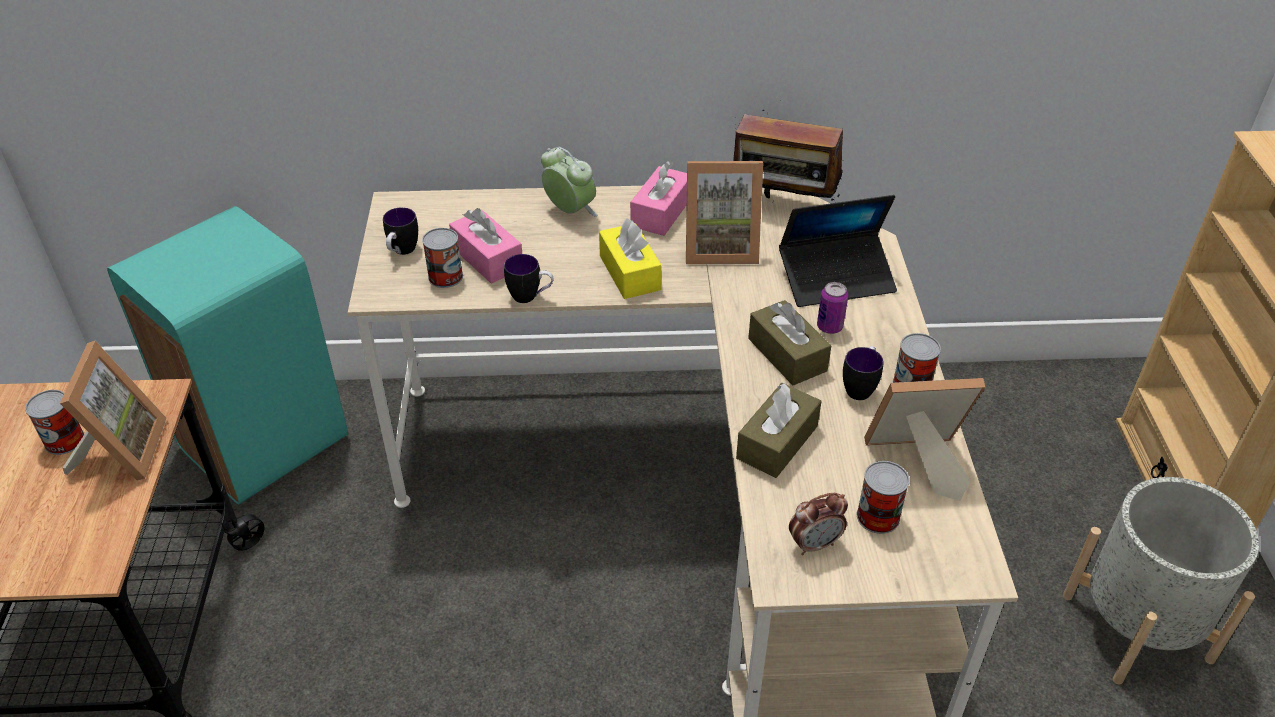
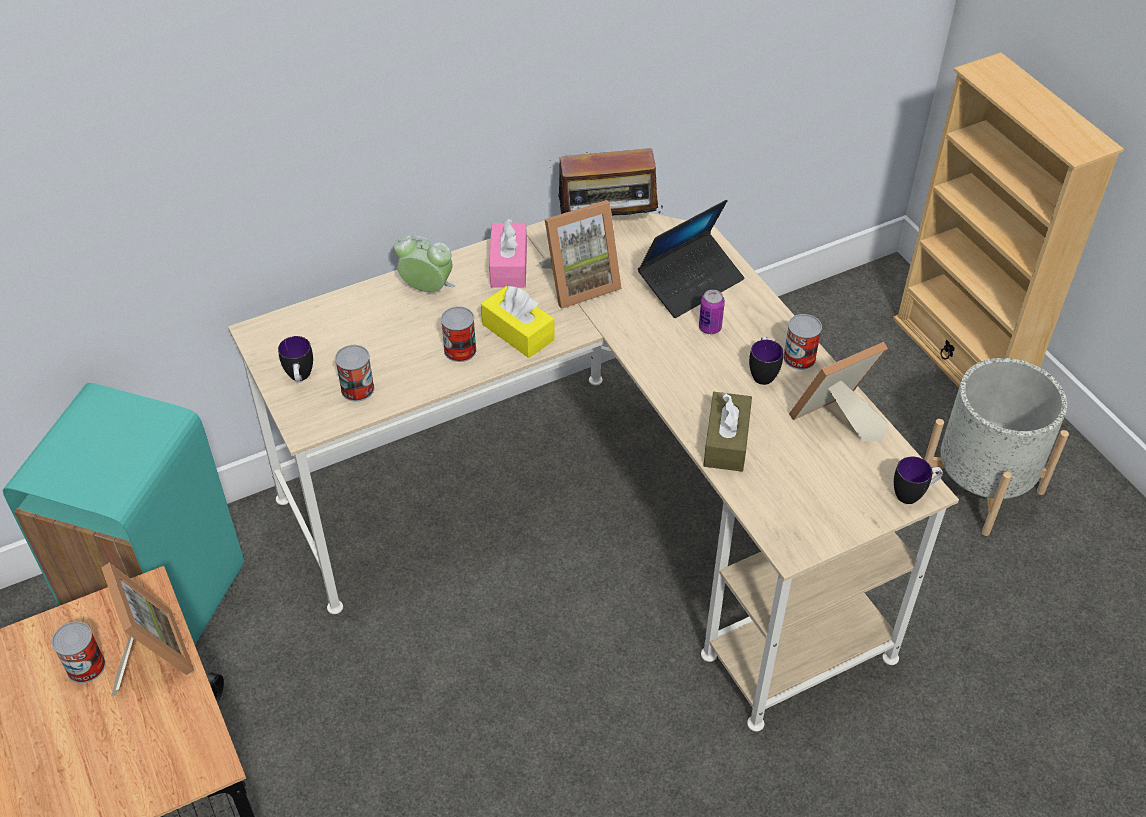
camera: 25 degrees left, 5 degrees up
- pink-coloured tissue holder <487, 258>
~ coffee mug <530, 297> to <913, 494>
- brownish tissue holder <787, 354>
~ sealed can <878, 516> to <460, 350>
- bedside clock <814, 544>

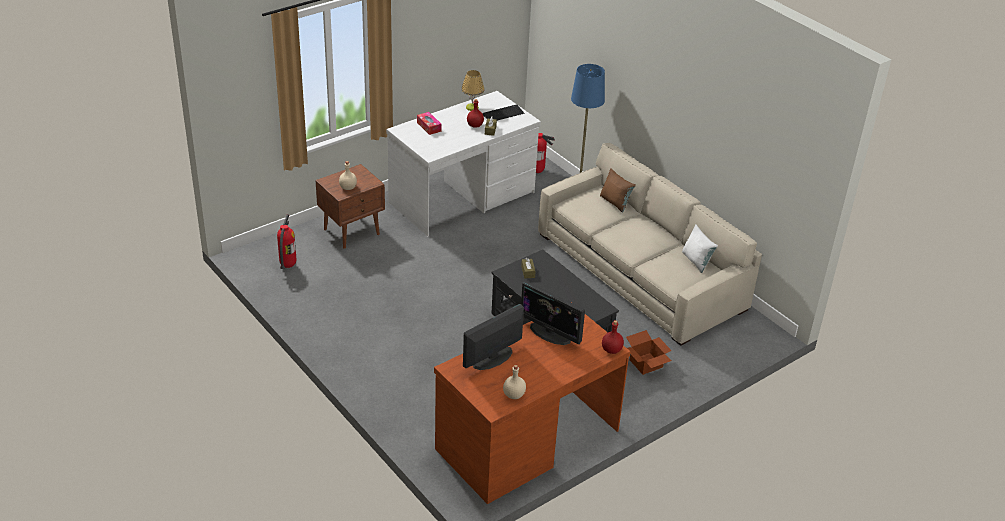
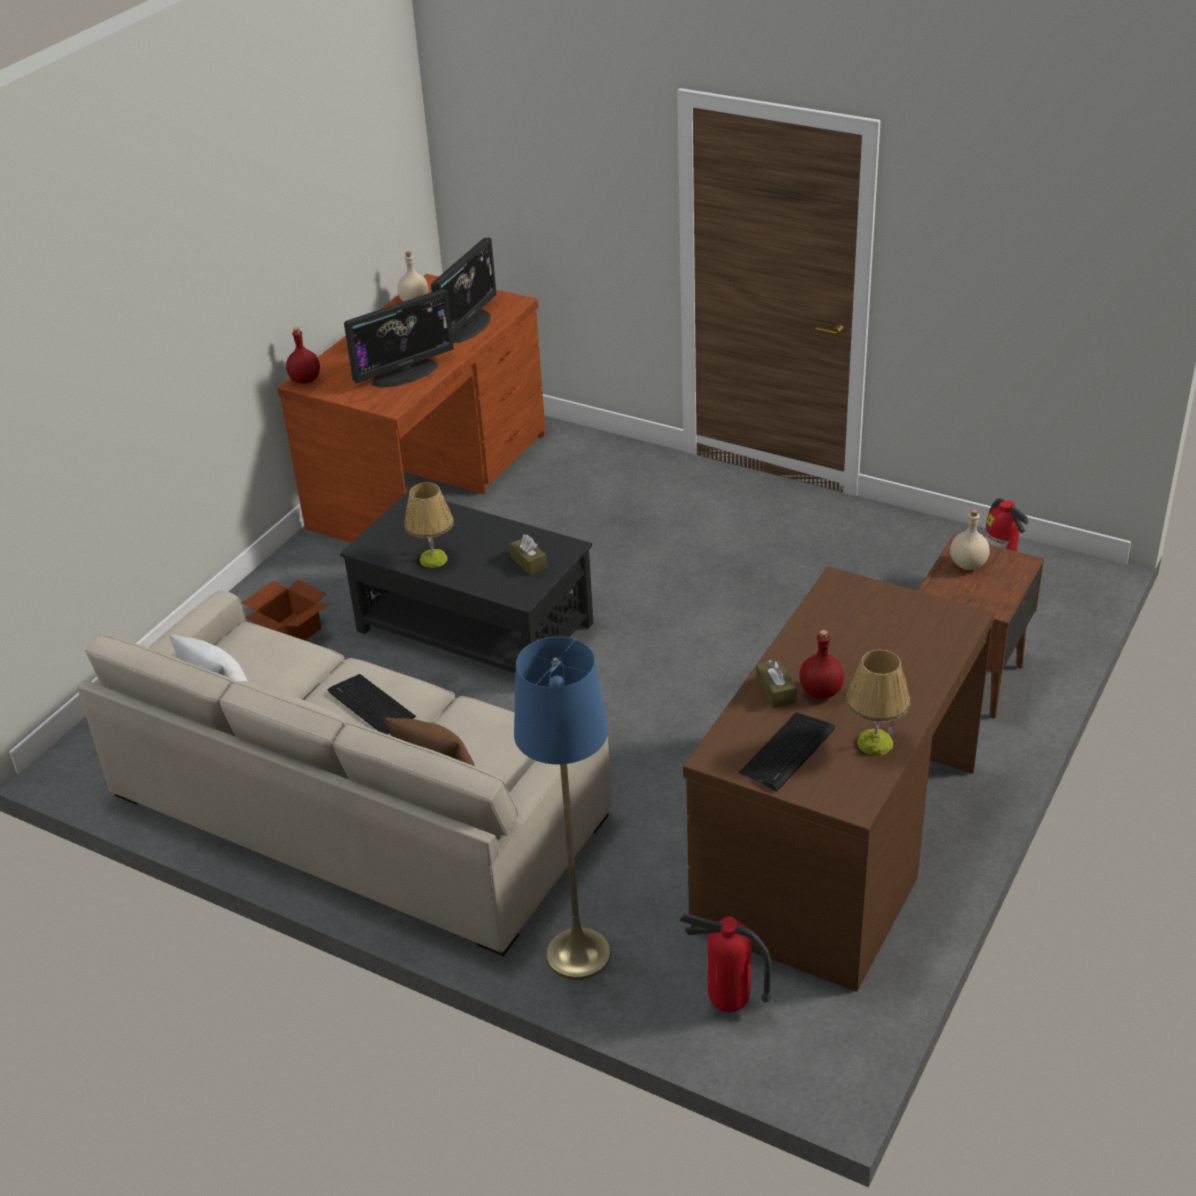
camera: 160 degrees right, 0 degrees up
~ white desk unit <463, 198> to brownish desk unit <835, 846>
- tissue holder <429, 127>
~ computer display <550, 333> = <404, 373> 135 degrees clockwise
+ tabletop lamp <433, 559>
+ keyboard <371, 705>

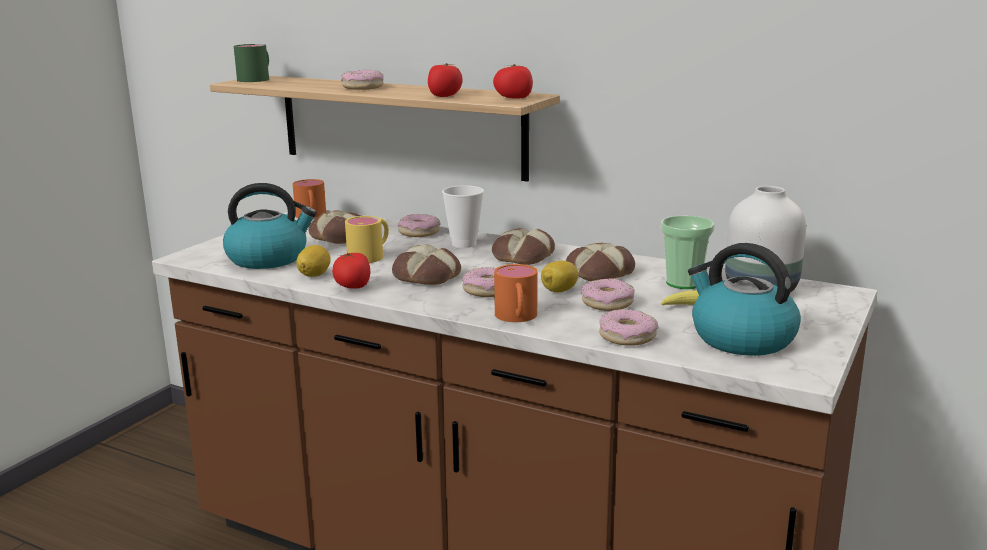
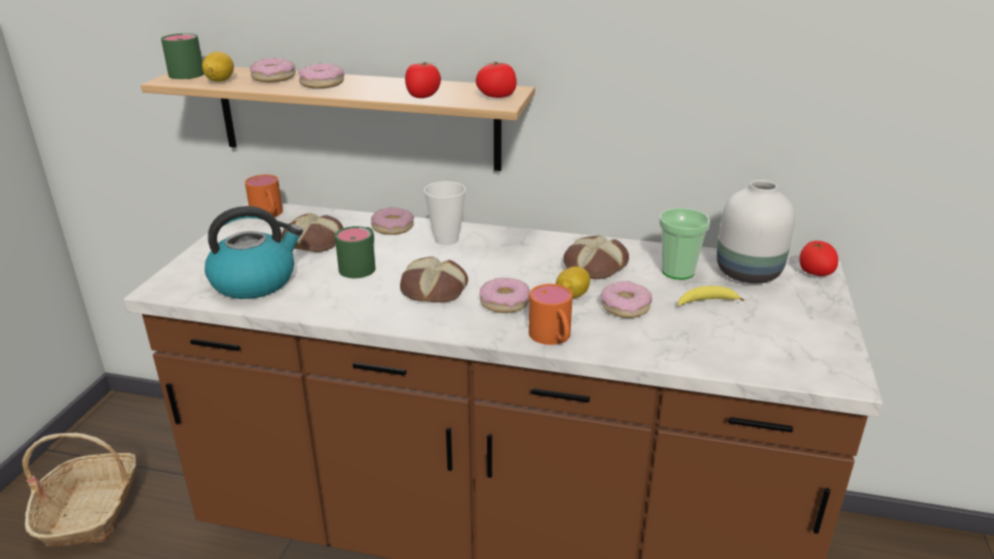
camera: 15 degrees left, 10 degrees up
~ yellow coffee mug <371, 255> to green coffee mug <361, 265>
- bread <522, 256>
- tea kettle <740, 338>
~ whole lemon <314, 275> to <220, 80>
~ whole tomato <353, 287> to <815, 273>
~ donut <627, 336> to <273, 77>
+ storage basket <91, 510>

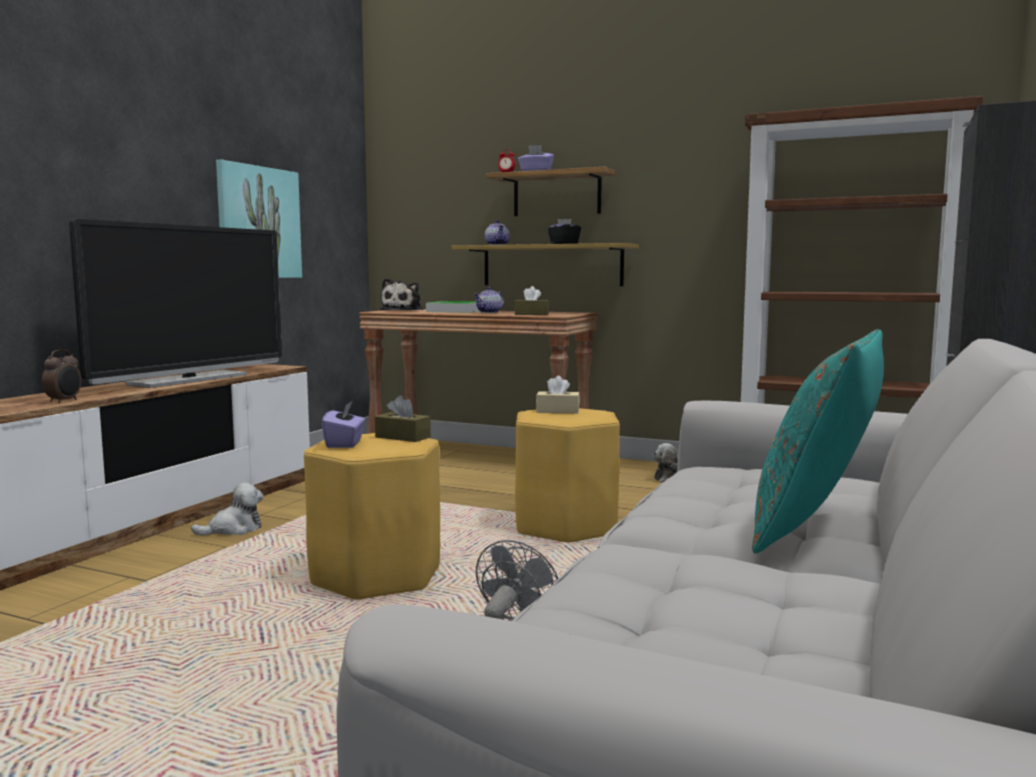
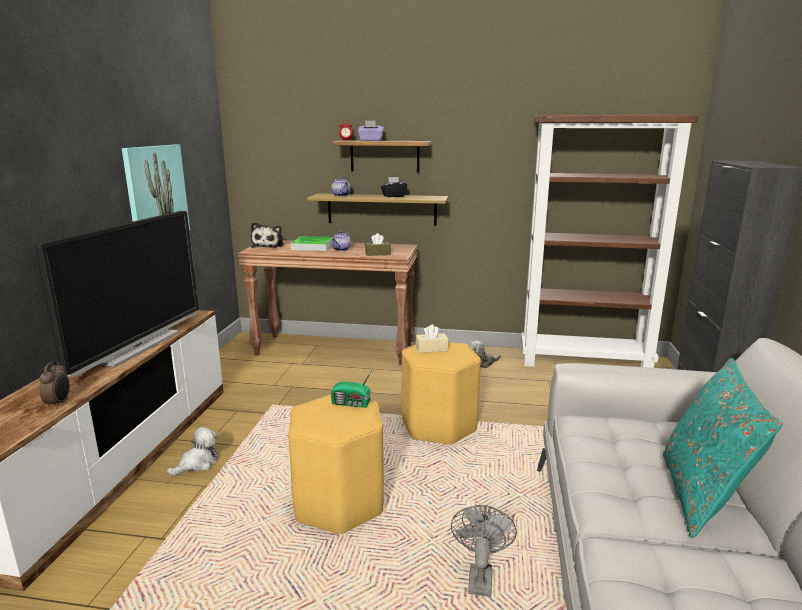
camera: 15 degrees left, 10 degrees up
~ brownish tissue holder <402, 437> to radio receiver <351, 403>
- purplish tissue holder <345, 444>

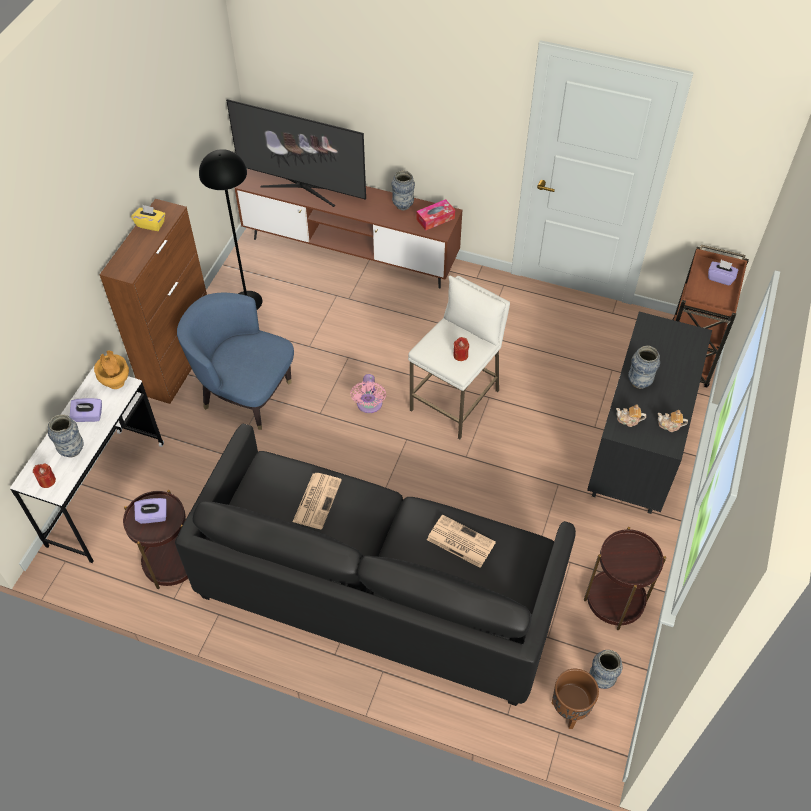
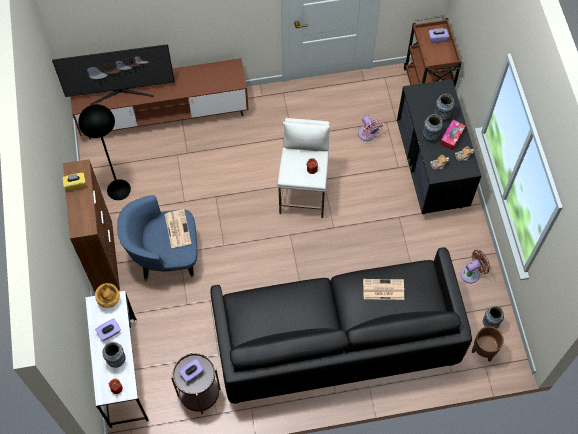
camera: 30 degrees left, 10 degrees up
~ vase <403, 205> to <442, 116>
~ tissue holder <435, 219> to <452, 137>
~ pink-coloured cooling fan <369, 405> to <368, 135>
~ newspaper <317, 500> to <177, 228>
~ brownish end table <615, 601> to brownish cooling fan <472, 273>

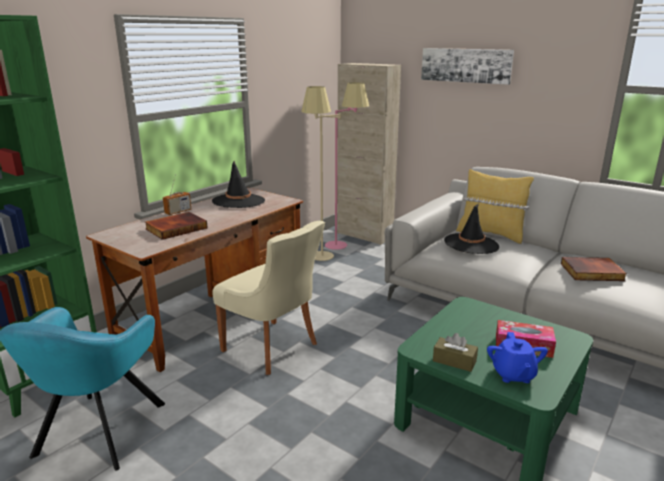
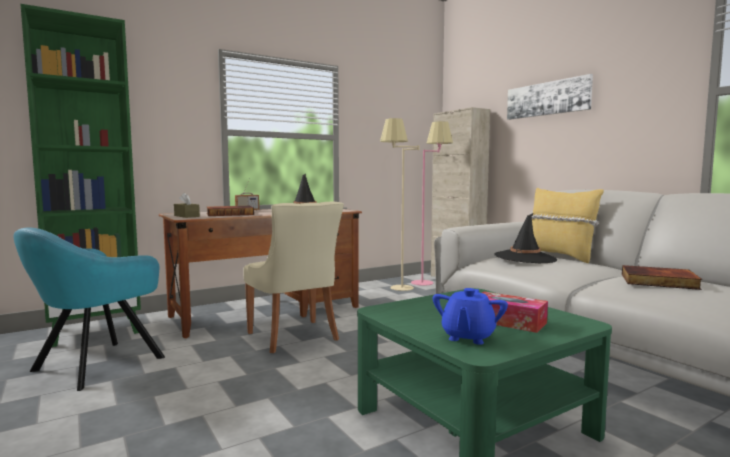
camera: 20 degrees right, 15 degrees down
~ brownish tissue holder <454, 361> to <186, 216>

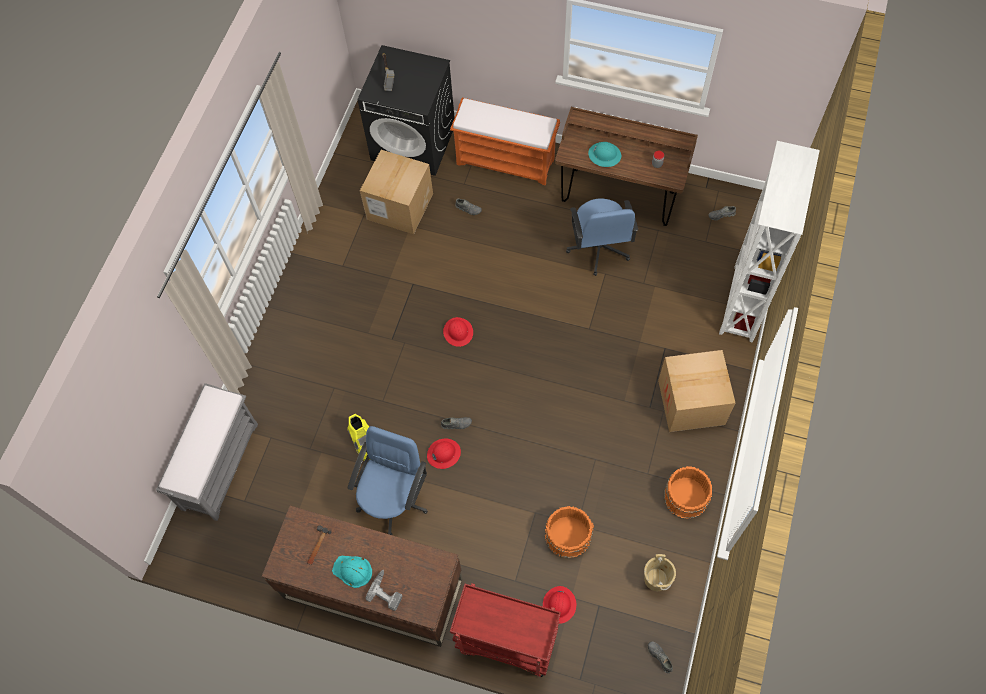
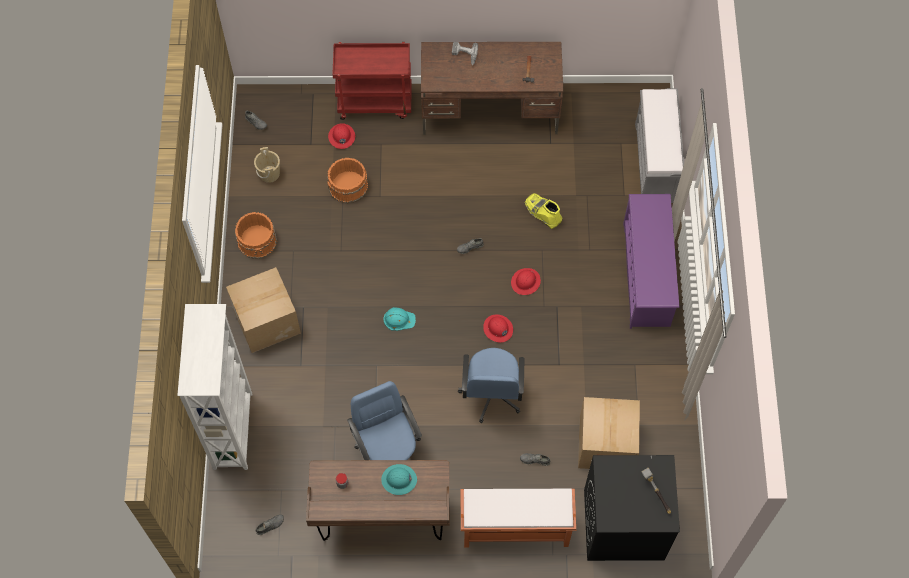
camera: 160 degrees right, 0 degrees up
~ blue-coloured office chair <393, 499> to <491, 394>
~ red-coloured work helmet <443, 454> to <526, 282>
~ turquoise-coloured work helmet <353, 571> to <399, 319>
+ purplish shoe shelf <646, 275>

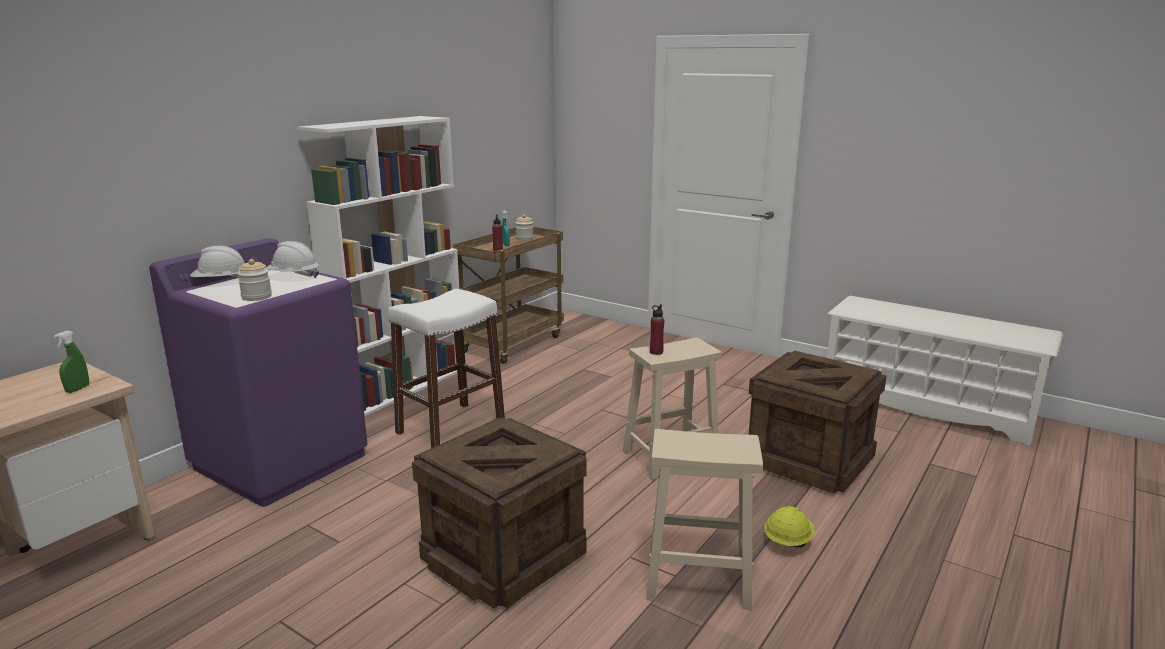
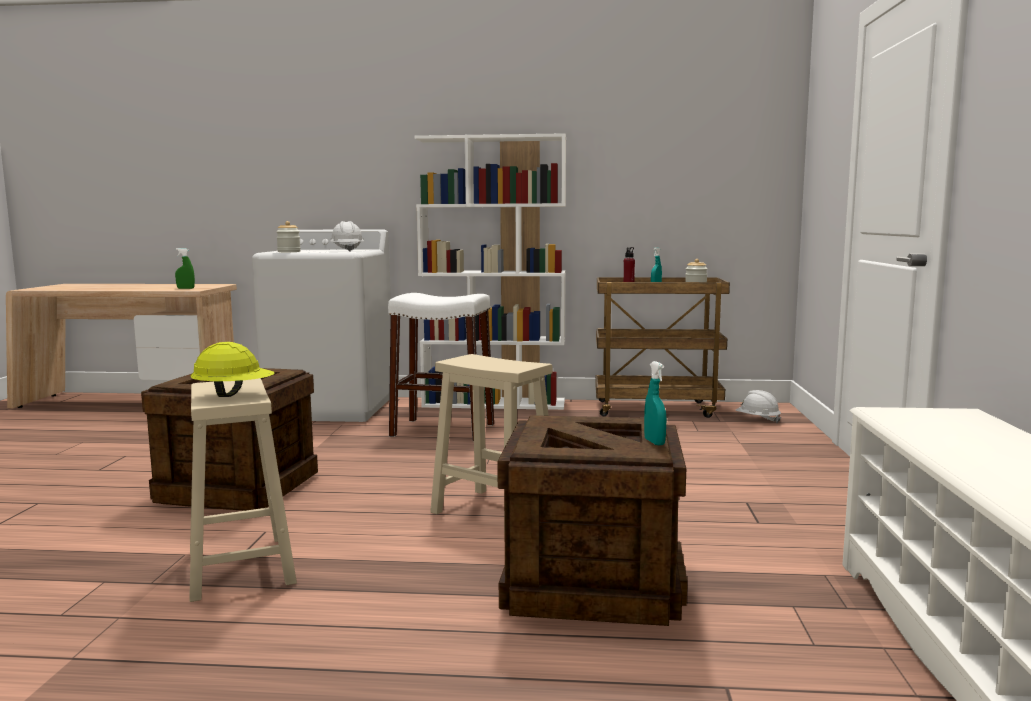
camera: 60 degrees right, 10 degrees down
~ purplish washing machine <281, 461> to white washing machine <332, 408>
~ white work helmet <221, 282> to <757, 420>
- red-coloured beverage bottle <656, 352>
~ yellow work helmet <787, 542> to <234, 395>
+ turquoise-coloured sprayer <654, 442>

